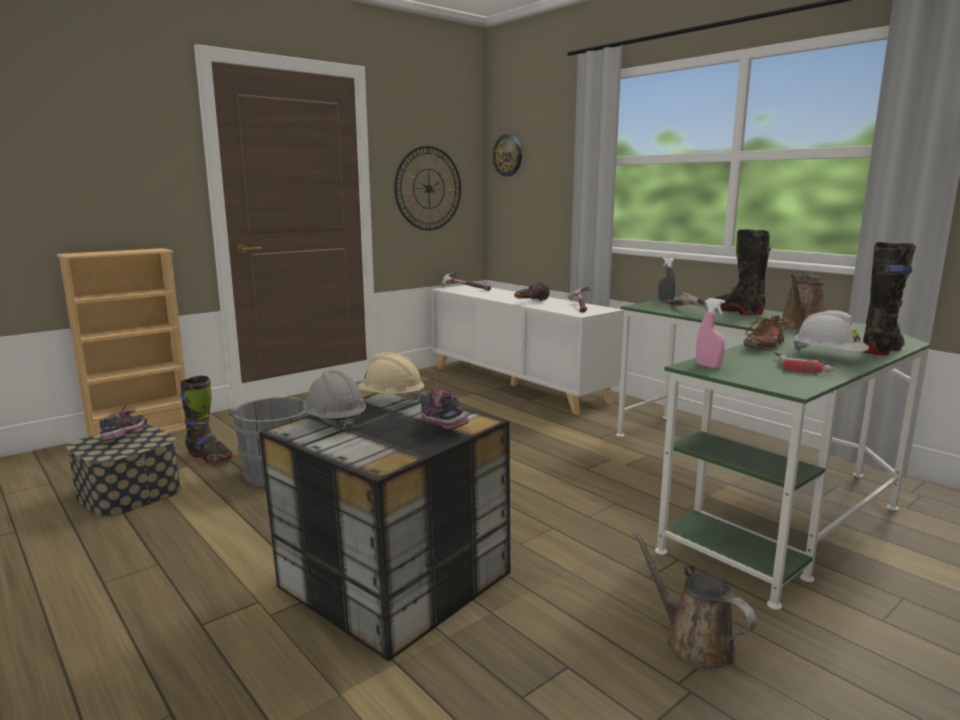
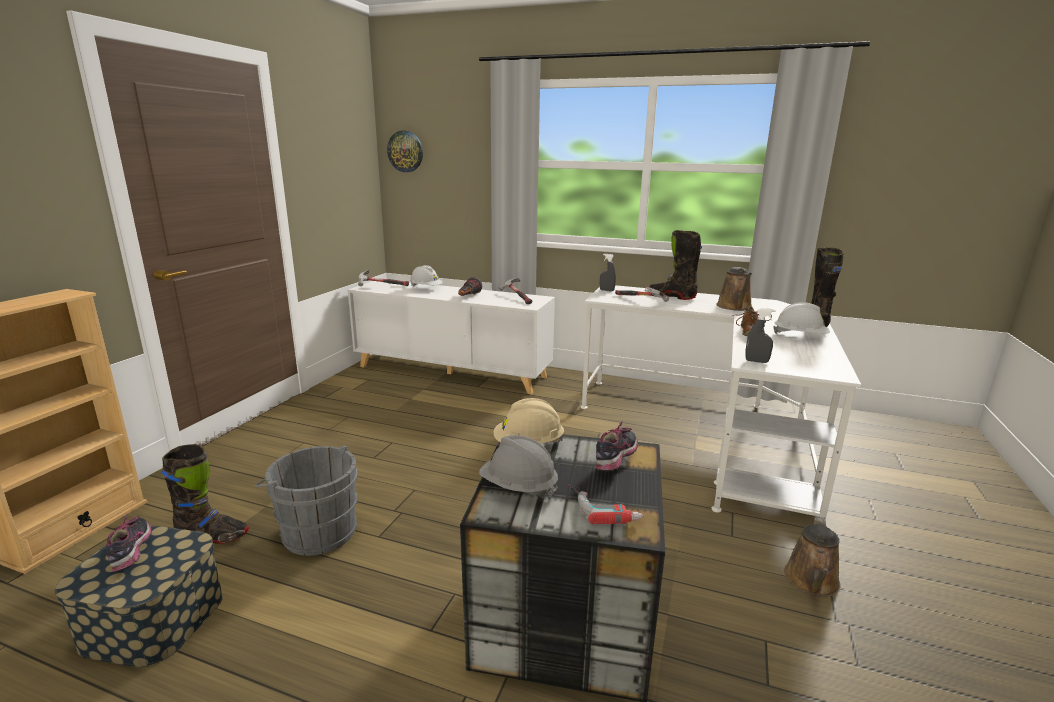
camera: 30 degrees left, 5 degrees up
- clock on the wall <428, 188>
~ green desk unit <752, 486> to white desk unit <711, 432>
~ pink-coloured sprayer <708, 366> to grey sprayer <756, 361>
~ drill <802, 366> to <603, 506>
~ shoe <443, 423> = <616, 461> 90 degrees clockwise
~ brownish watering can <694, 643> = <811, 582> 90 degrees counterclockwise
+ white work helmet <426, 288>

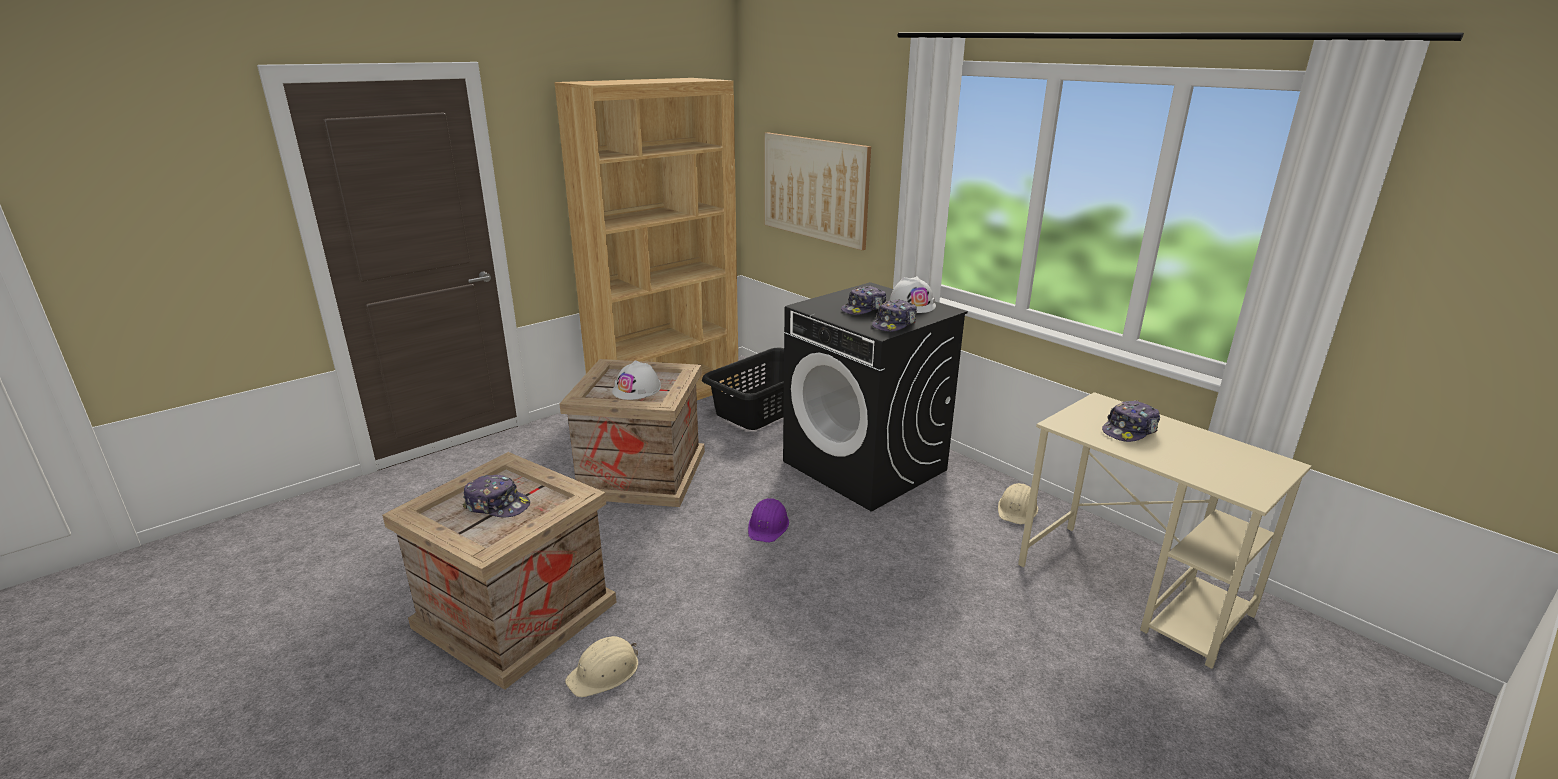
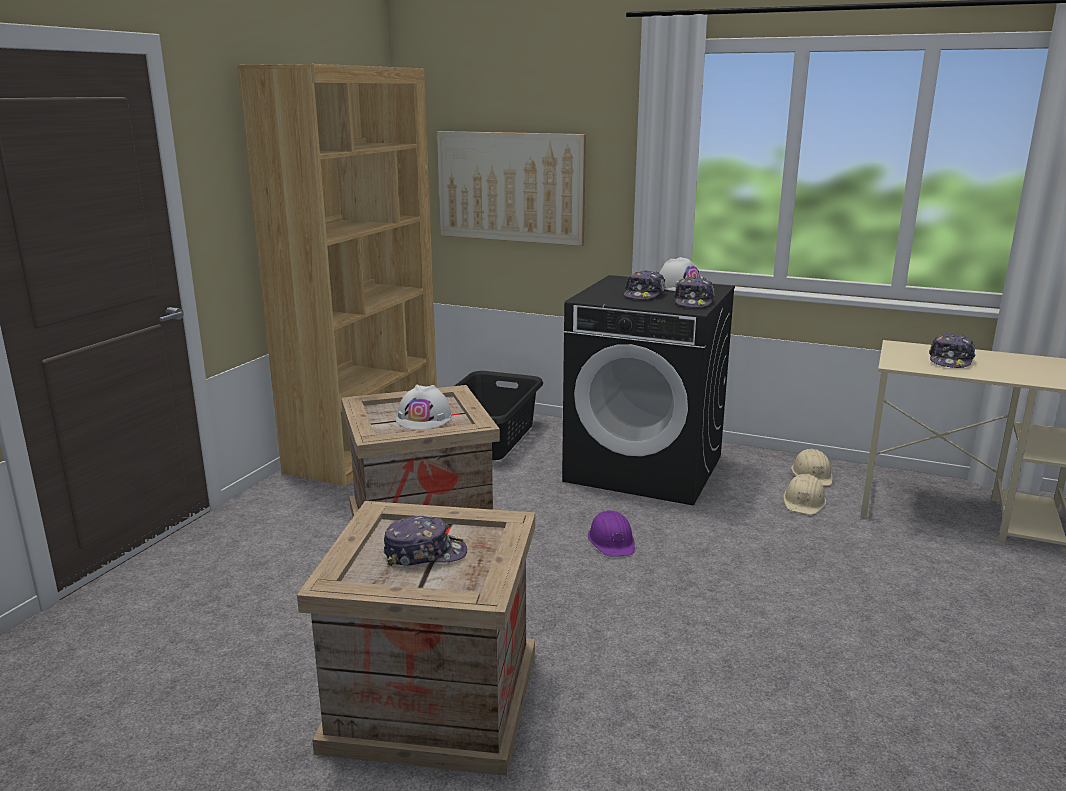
camera: 25 degrees left, 5 degrees down
~ sand-coloured work helmet <604, 672> to <804, 502>

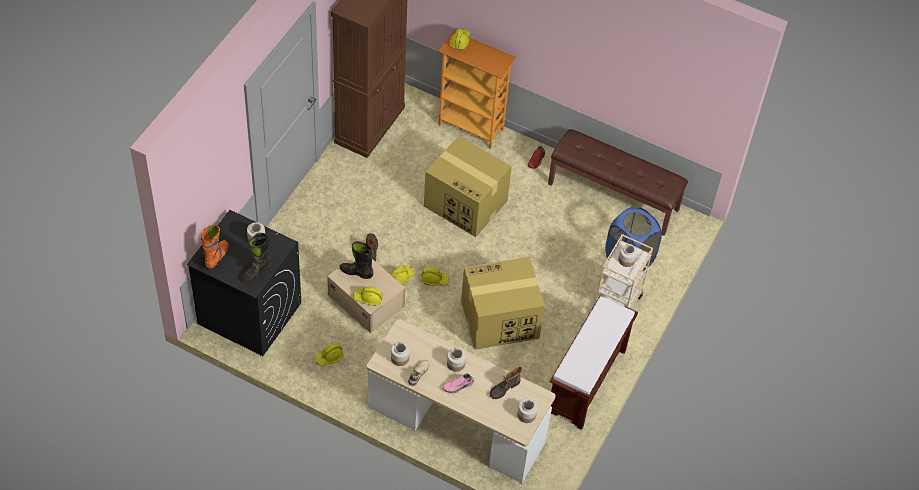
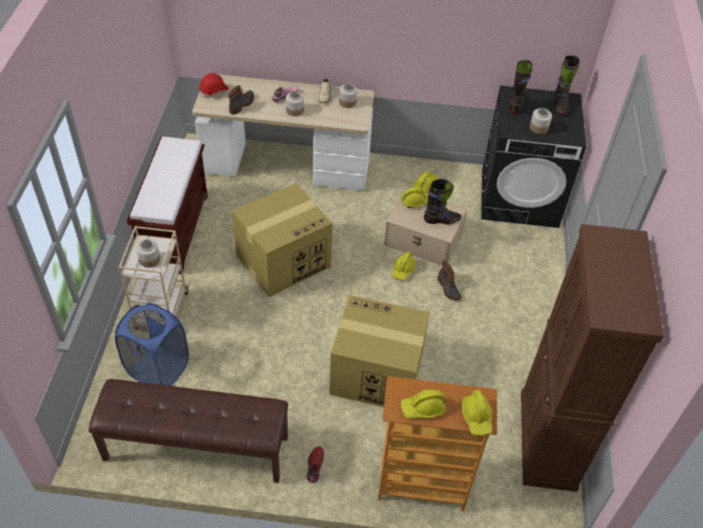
camera: 160 degrees right, 5 degrees down
~ orange-coloured boot <217, 257> to black-coloured boot <560, 105>
~ yellow work helmet <434, 279> to <423, 408>
~ storage jar <526, 415> to red-coloured work helmet <214, 91>

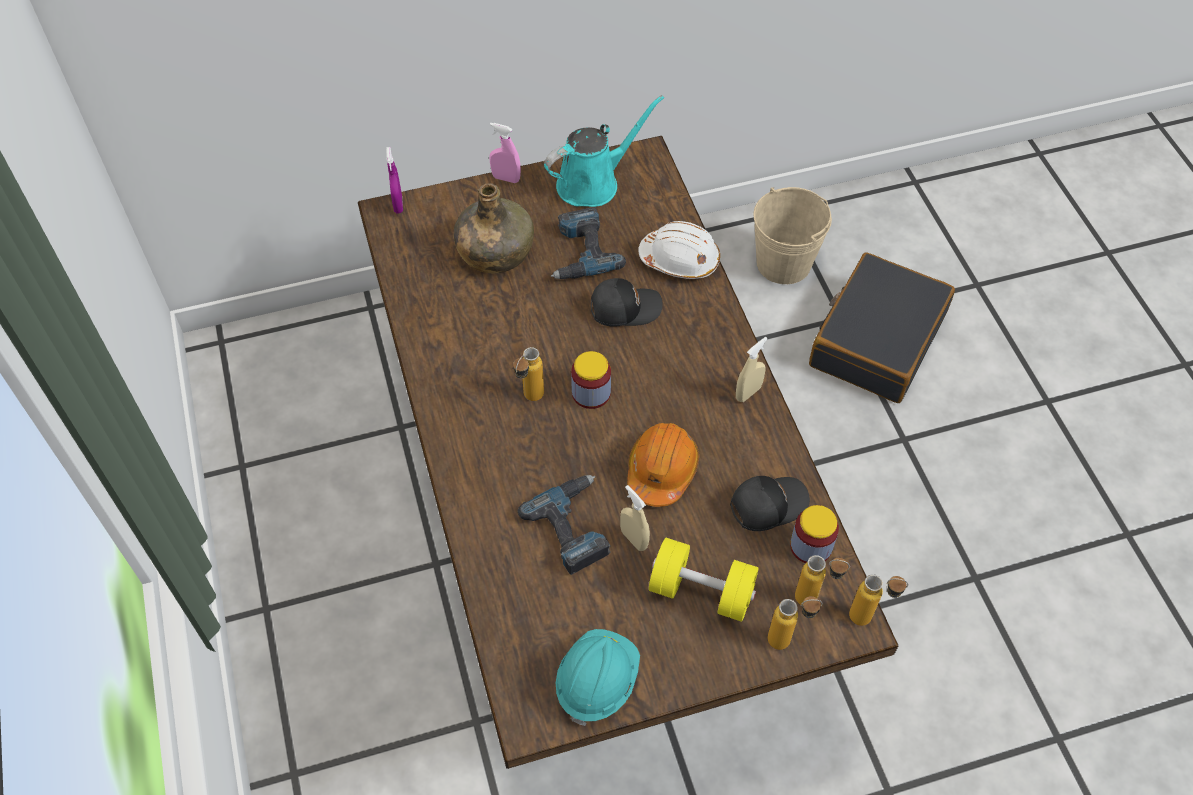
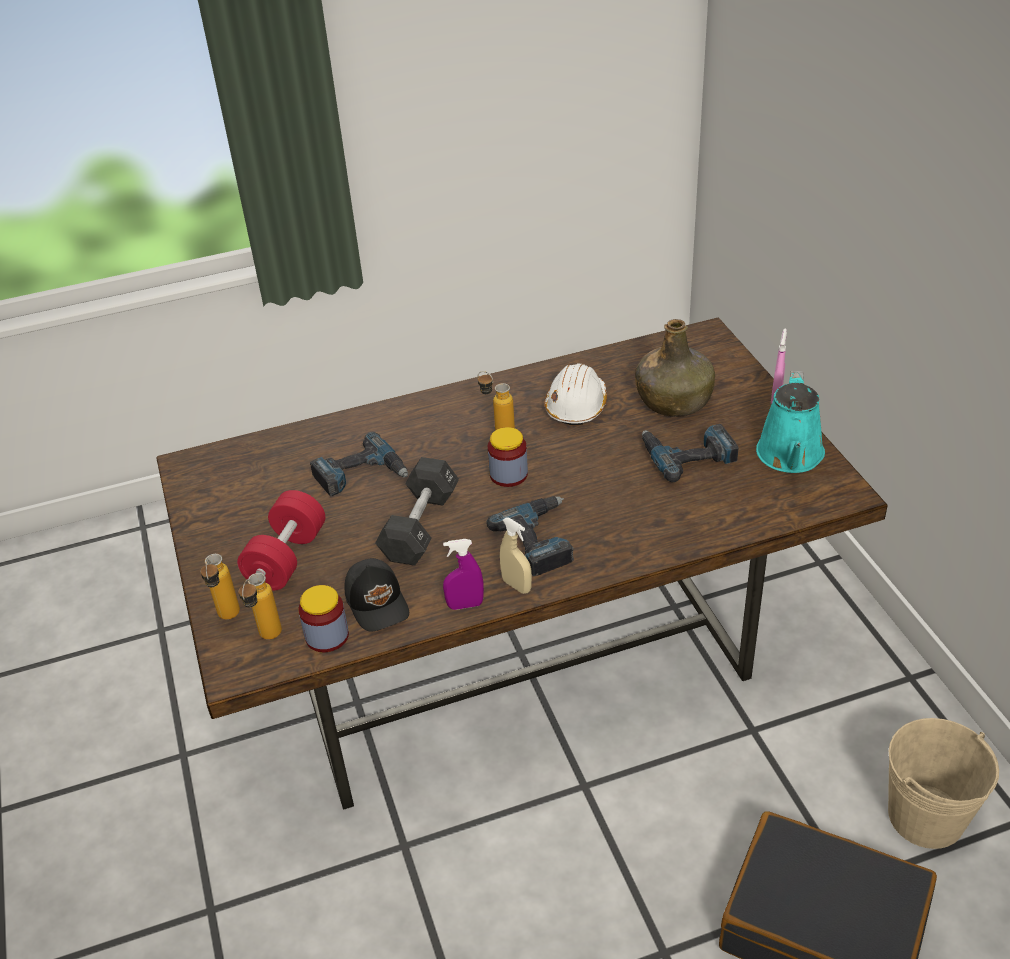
camera: 90 degrees right, 15 degrees down
~ turquoise-coloured watering can <593, 183> = <790, 456> 45 degrees clockwise
~ purplish sprayer <398, 204> to <465, 605>
~ white work helmet <680, 260> to <576, 406>
- black-coloured baseball cap <624, 307>
~ orange-coloured work helmet <662, 470> to black-coloured hand weight <420, 526>
- sand-coloured sprayer <634, 539>
~ yellow hand weight <701, 591> to red-coloured hand weight <286, 558>
- beverage bottle <869, 618>
- turquoise-coloured work helmet <597, 682>
+ drill <541, 540>

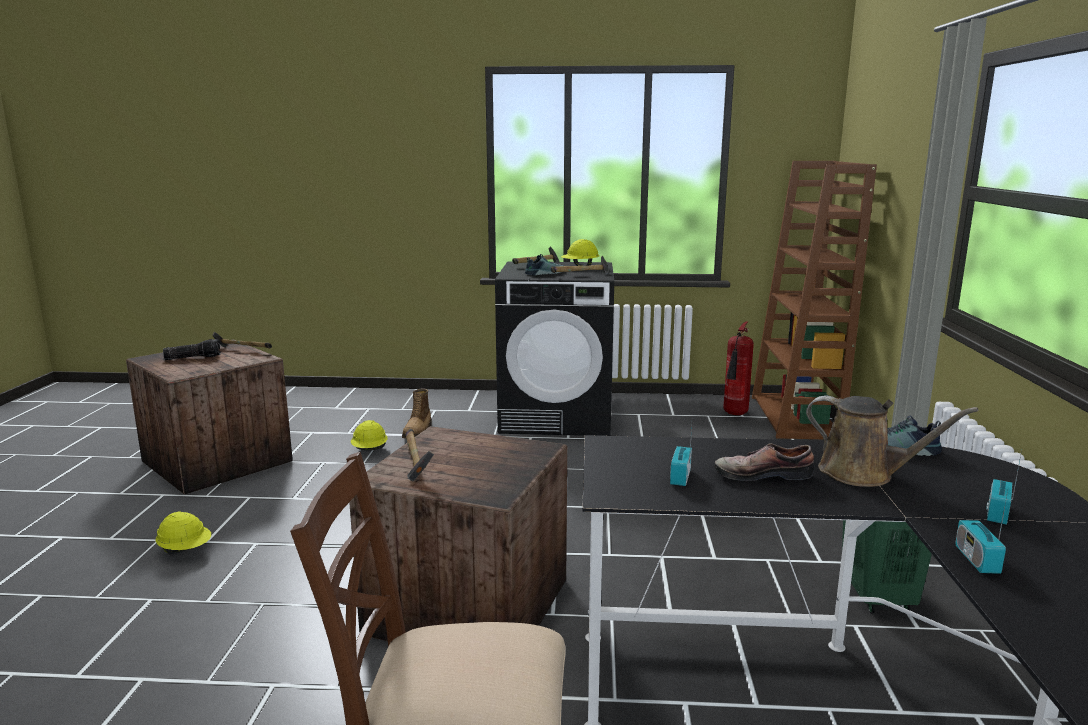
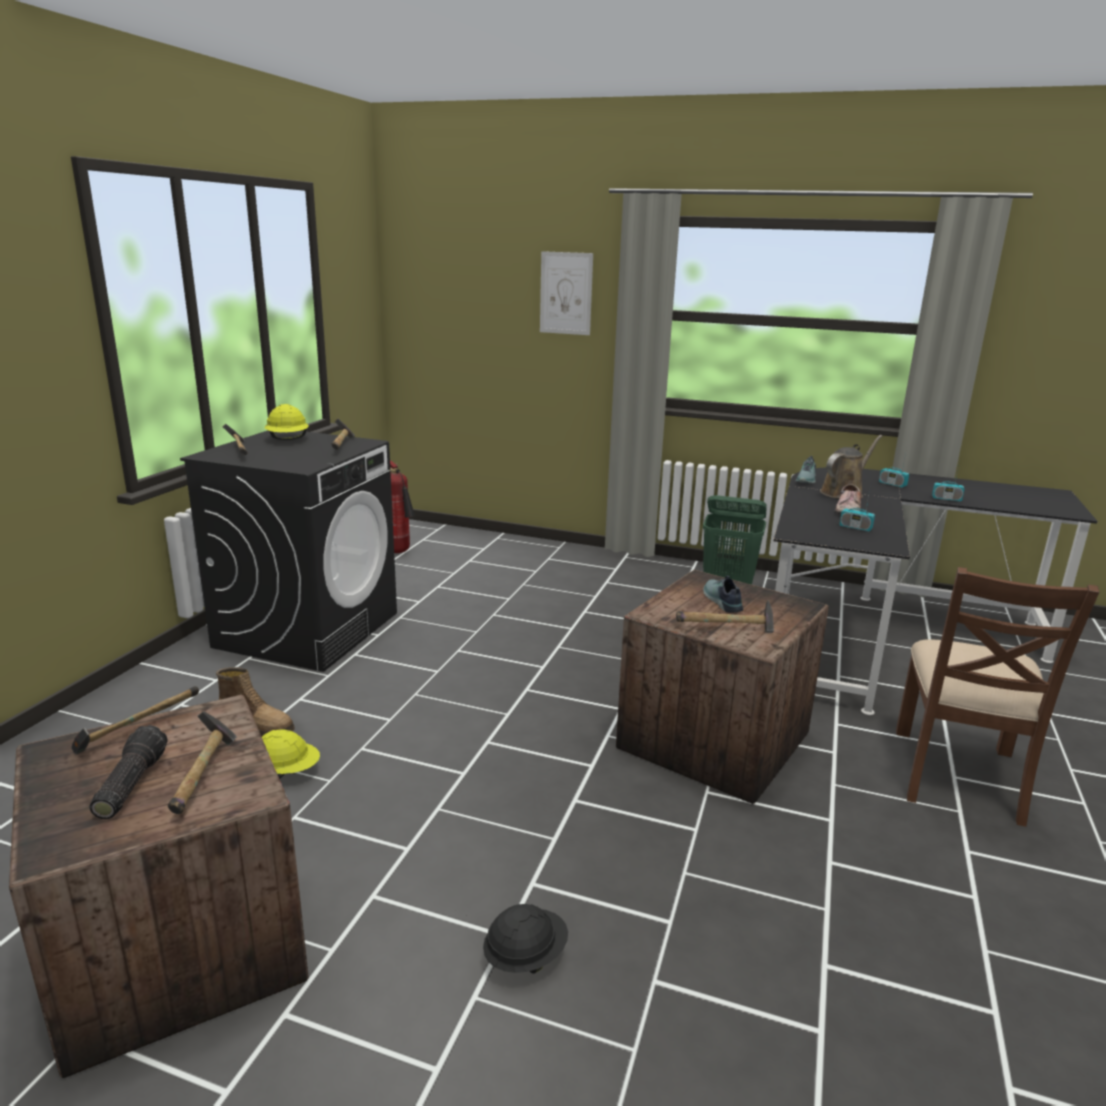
camera: 75 degrees left, 5 degrees up
- brownish bookshelf <796, 417>
~ shoe <543, 273> to <721, 601>
~ yellow work helmet <185, 550> to black-coloured work helmet <525, 957>
+ picture <566, 293>
+ hammer <203, 776>

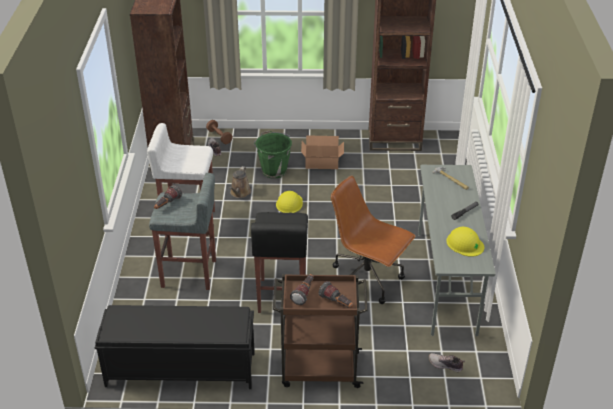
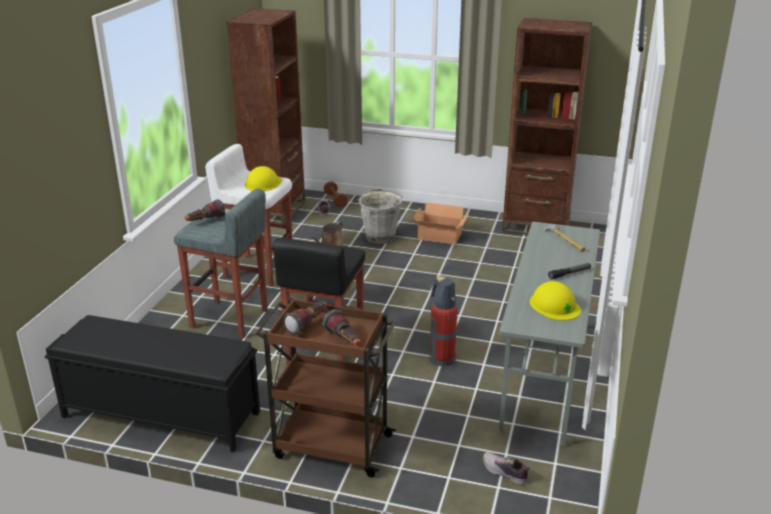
camera: 15 degrees right, 10 degrees down
~ green water bucket <274, 170> to grey water bucket <380, 236>
~ brownish office chair <368, 280> to fire extinguisher <441, 358>
~ yellow work helmet <289, 203> to <263, 183>

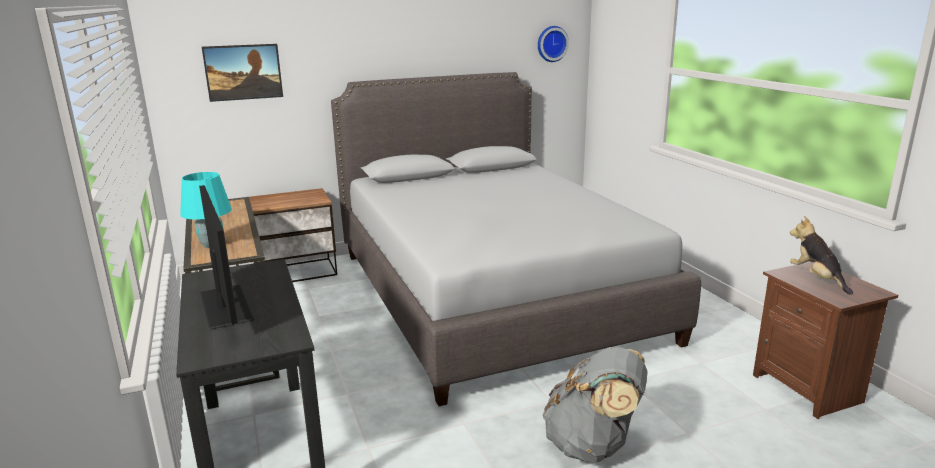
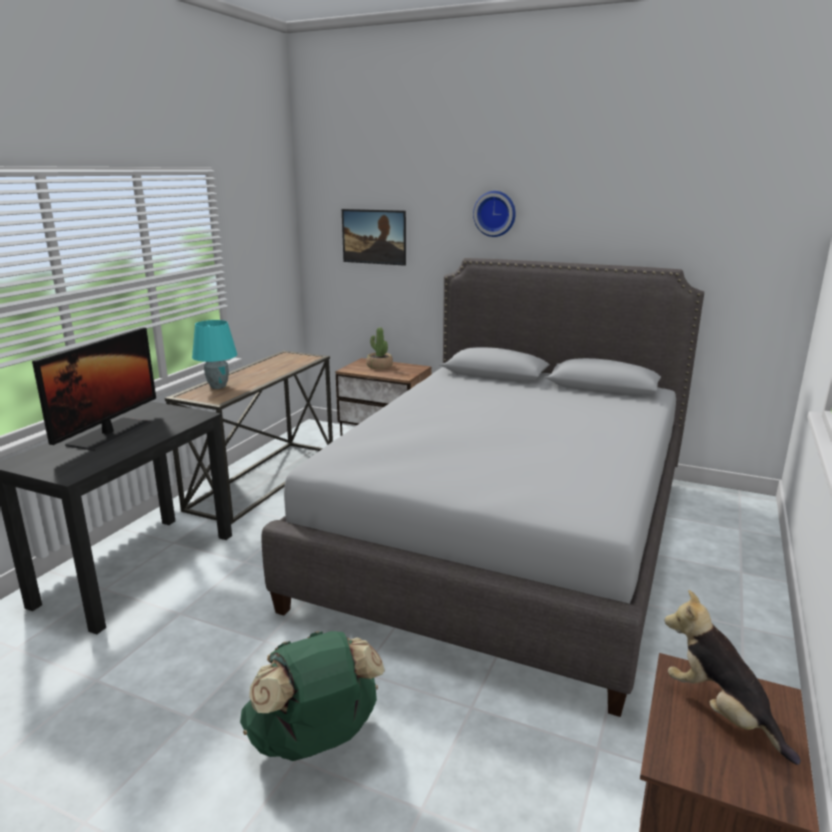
camera: 45 degrees right, 0 degrees up
~ clock on the wall <551, 43> to <495, 213>
~ cuddly toy <816, 278> = <721, 712> 60 degrees counterclockwise
~ grey rucksack <593, 445> to green rucksack <314, 741>
+ houseplant <379, 366>

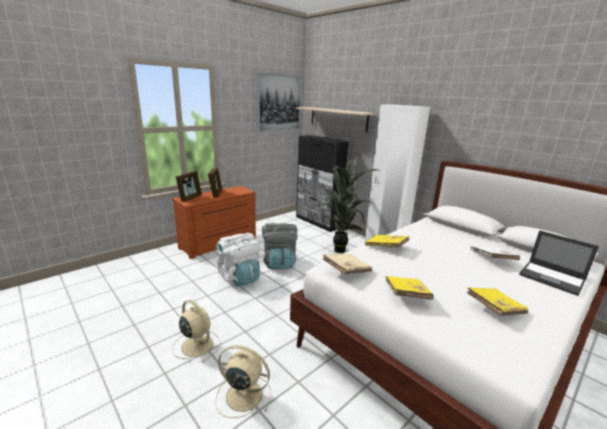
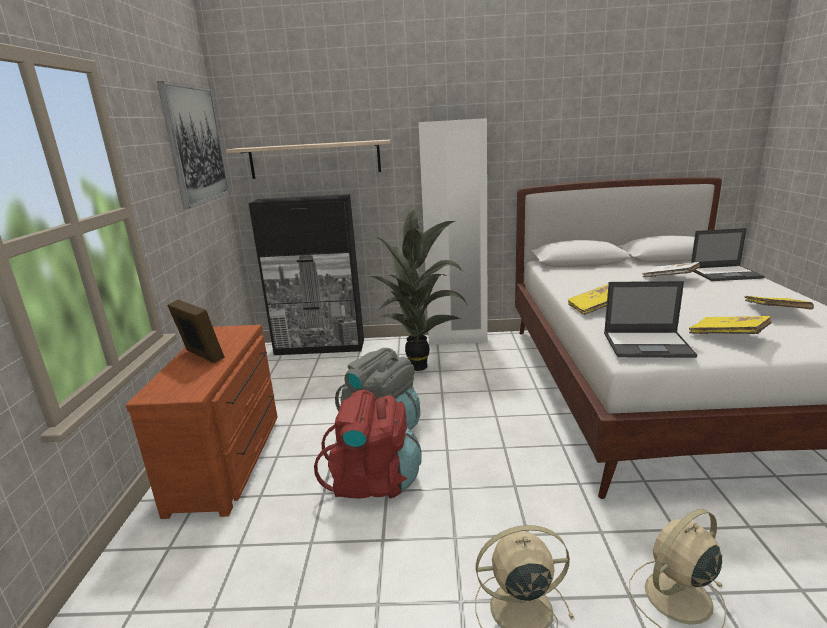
camera: 45 degrees left, 0 degrees up
- standing frame <190, 198>
~ white rucksack <239, 278> to red-coloured rucksack <374, 481>
~ sand-coloured book <346, 270> to portable computer <648, 345>

